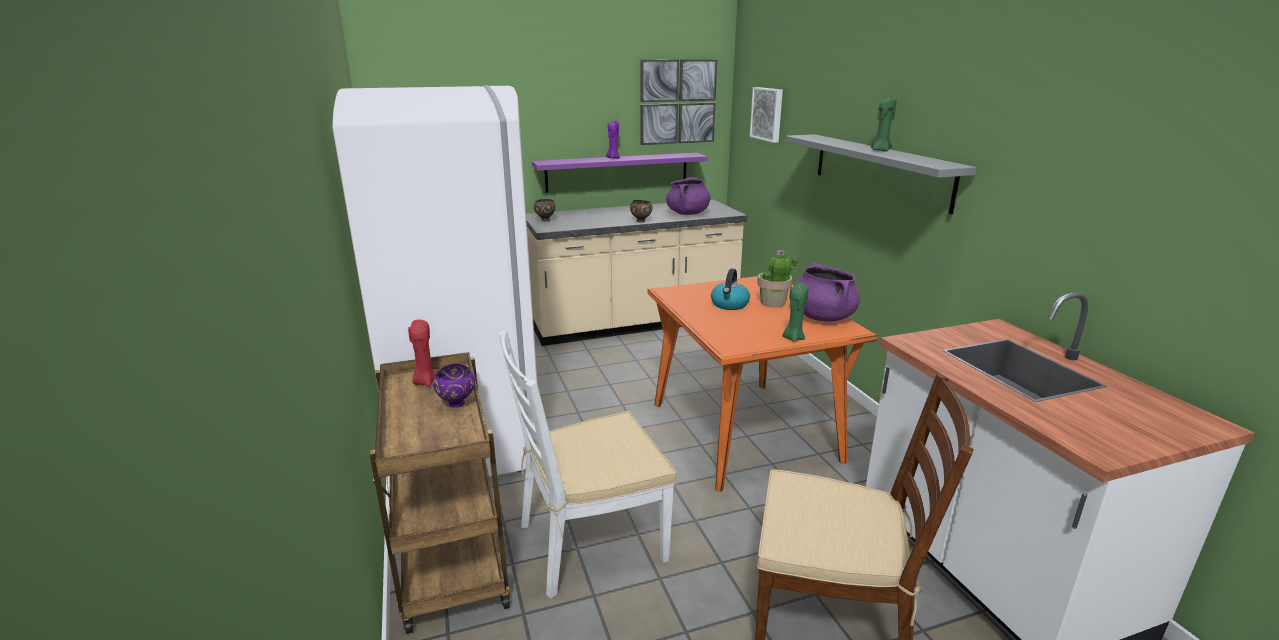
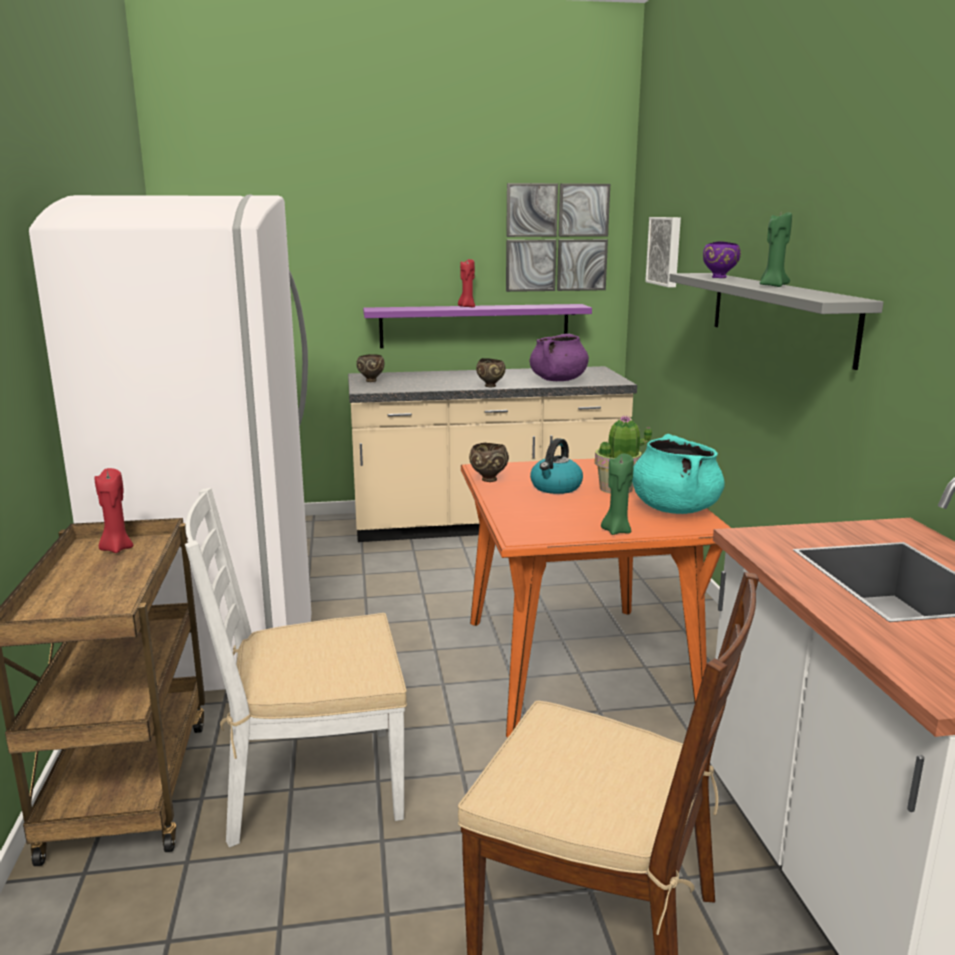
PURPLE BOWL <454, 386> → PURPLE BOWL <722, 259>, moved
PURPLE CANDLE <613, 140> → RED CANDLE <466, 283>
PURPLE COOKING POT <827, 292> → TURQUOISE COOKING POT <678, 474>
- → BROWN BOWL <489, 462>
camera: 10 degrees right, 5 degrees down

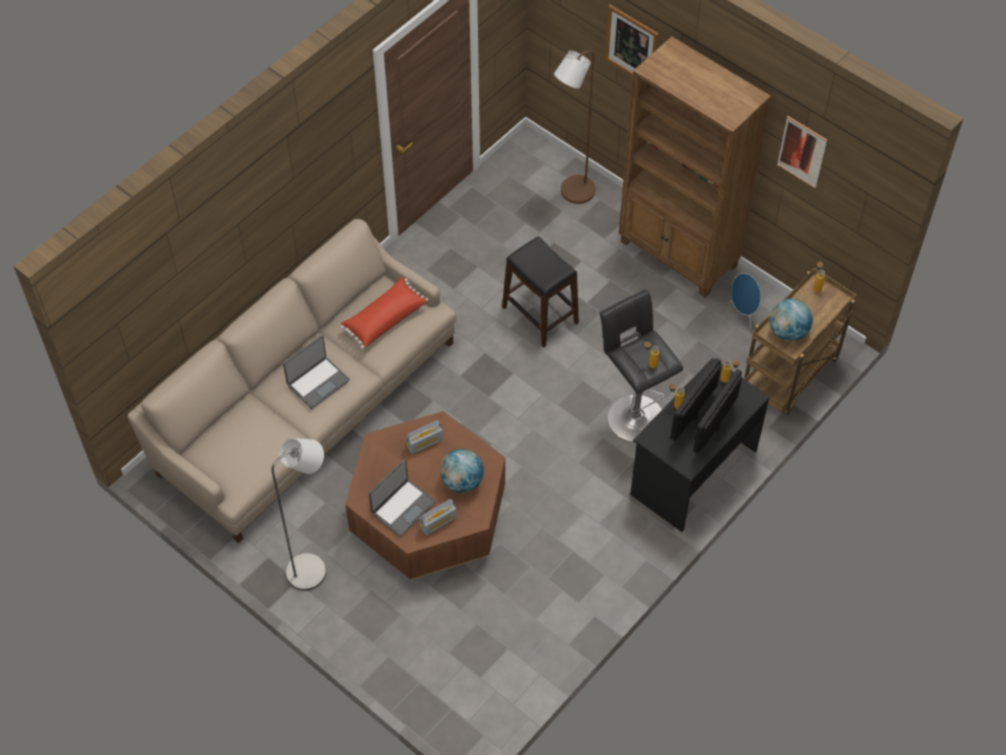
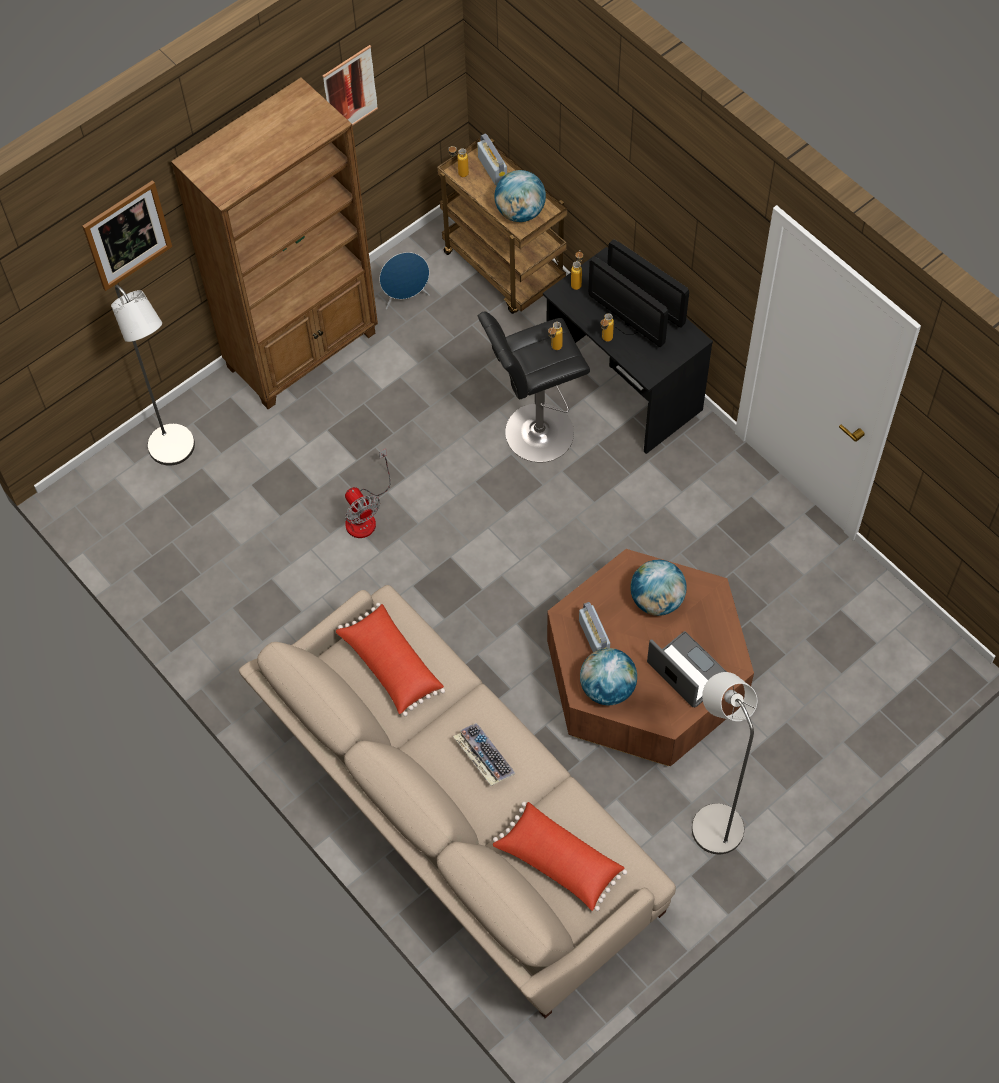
LAPTOP <316, 372> → KEYBOARD <484, 754>
RADIO <437, 517> → RADIO <492, 159>, moved
BLACK STOOL <540, 291> → FAN <368, 493>
BROWN FLOOR LAMP <575, 127> → GREY FLOOR LAMP <153, 375>
- → RED PILLOW <560, 856>
- → GLOBE <608, 676>
camera: 80 degrees left, 5 degrees up

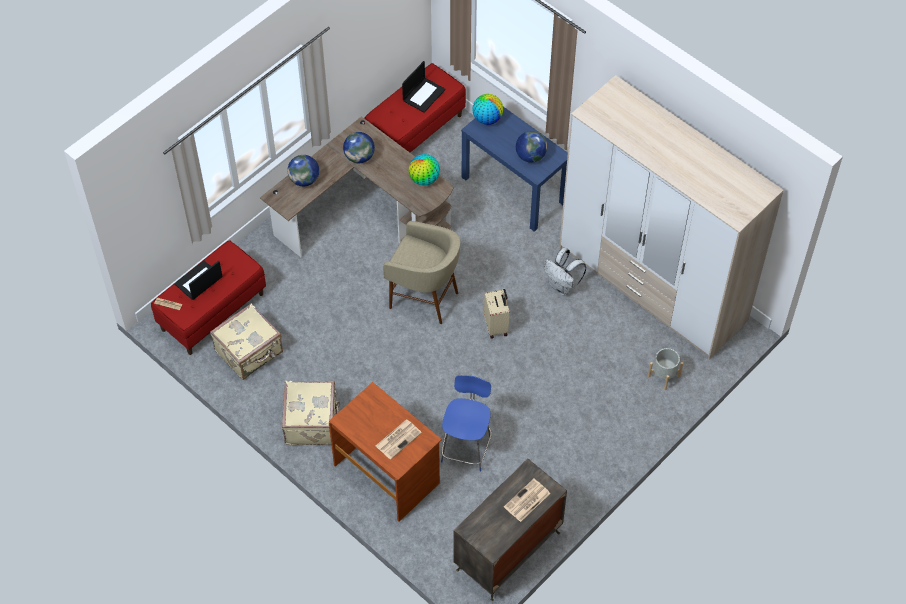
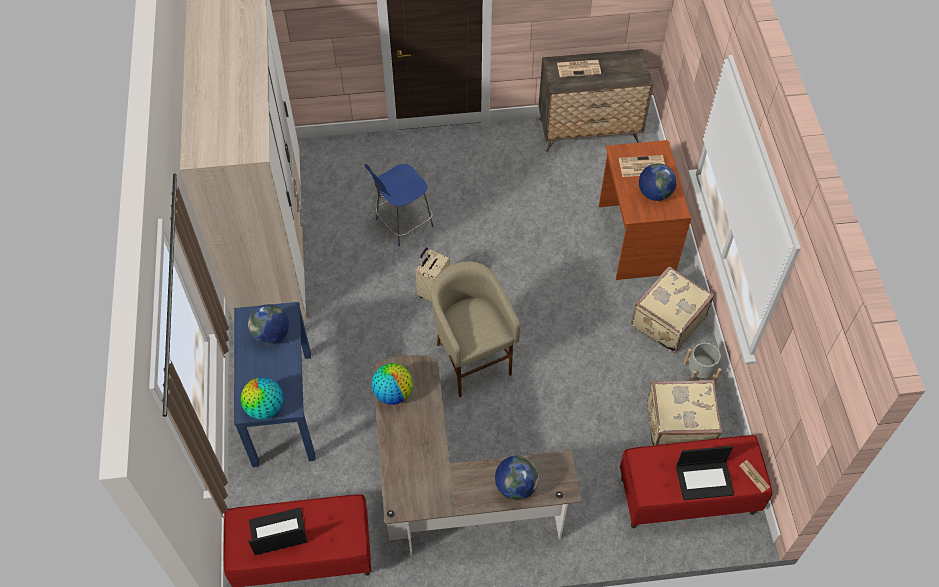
GLOBE <359, 147> → GLOBE <658, 182>, moved
BLUE STOOL <466, 423> → BLUE STOOL <399, 205>, moved
WHITE BACKPACK <565, 272> → -
GREY PLANTER <665, 369> → GREY PLANTER <702, 363>, moved
camera: 140 degrees left, 0 degrees up

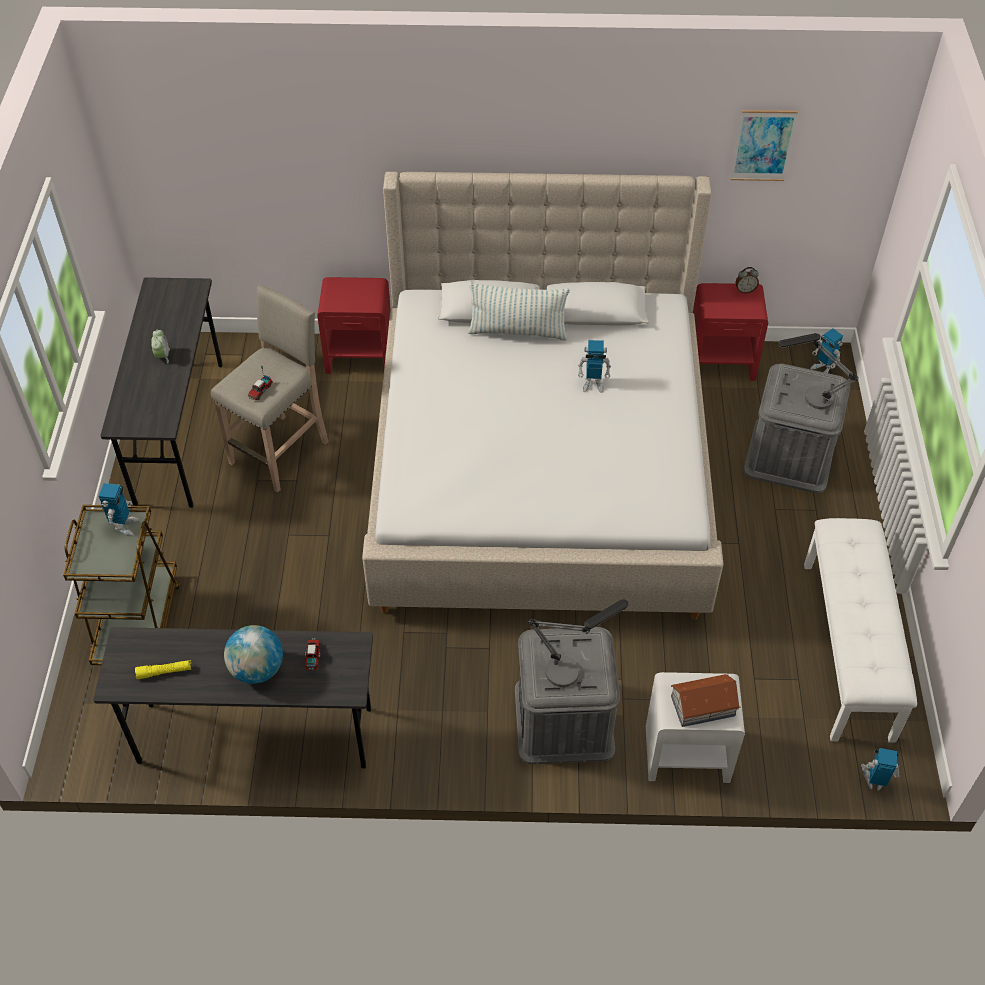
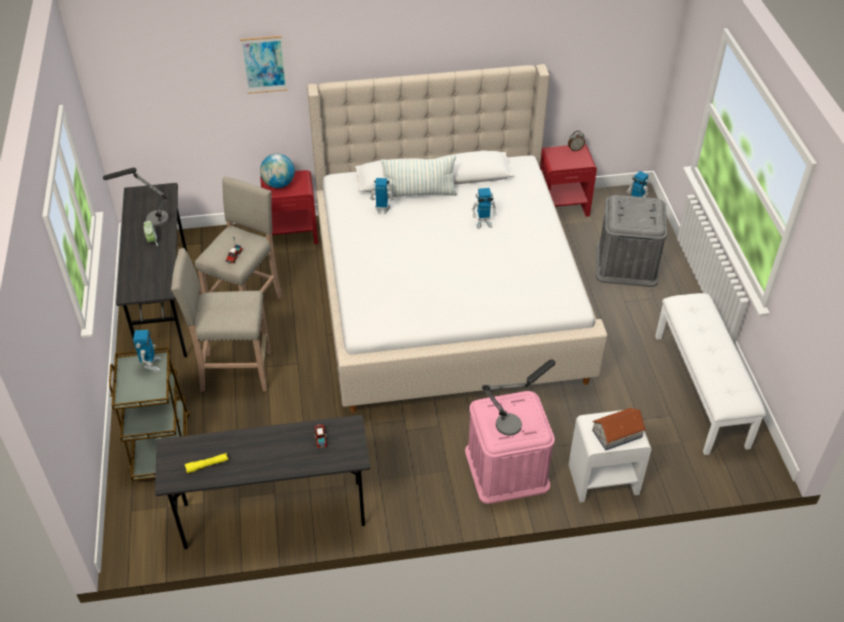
GLOBE <253, 654> → GLOBE <277, 171>, moved
GREY STORAGE BOX <567, 695> → PINK STORAGE BOX <510, 447>
PICTURE <764, 145> → PICTURE <264, 65>, moved
TABLE LAMP <818, 371> → TABLE LAMP <136, 197>, moved
TOY ROBOT <880, 769> → TOY ROBOT <382, 196>, moved
- → BEIGE STOOL <221, 320>
camera: 10 degrees left, 5 degrees down

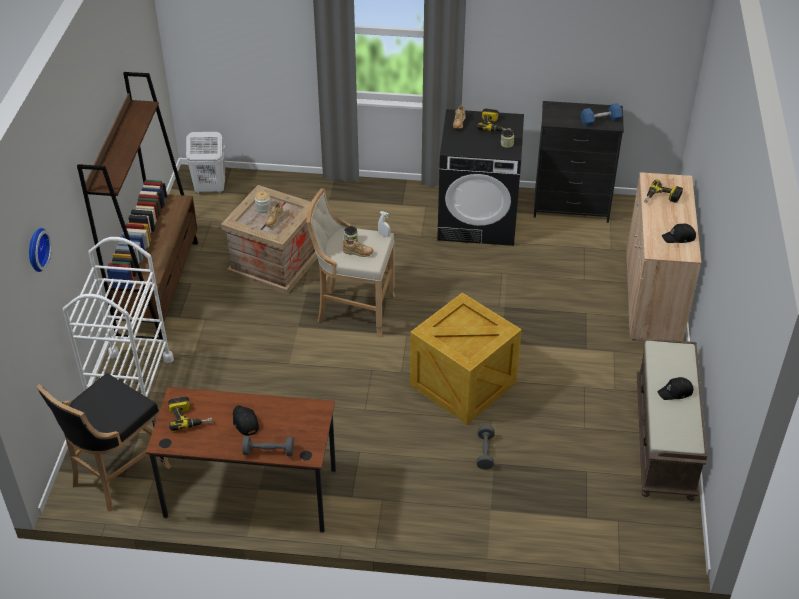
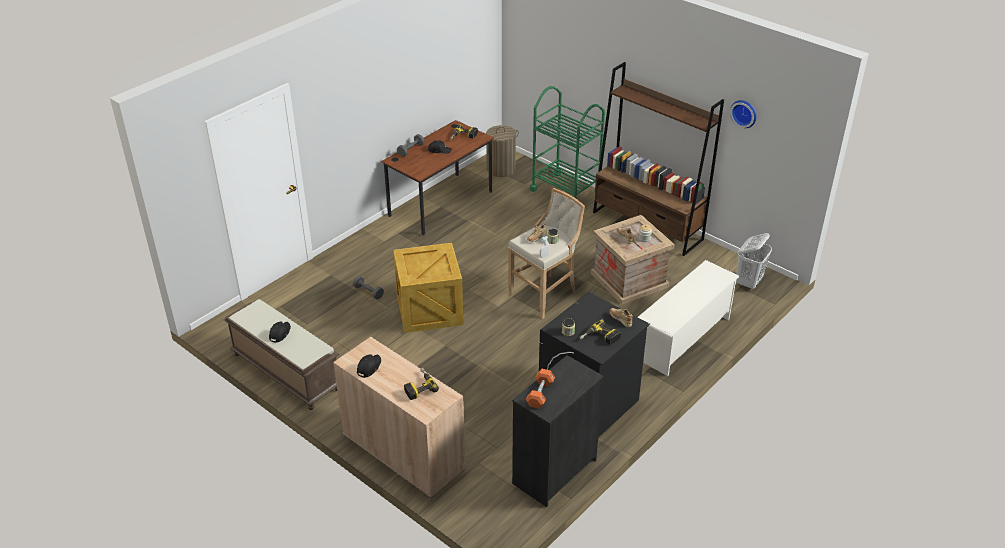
WALL CLOCK <40, 250> → WALL CLOCK <743, 114>, moved
BLACK STOOL <103, 442> → LAUNDRY BASKET <502, 151>
WHITE CART <118, 317> → GREEN CART <567, 142>
BLUE DUMBBELL <601, 114> → ORANGE DUMBBELL <540, 389>
- → WHITE SHOE RACK <689, 318>
camera: 125 degrees right, 5 degrees down

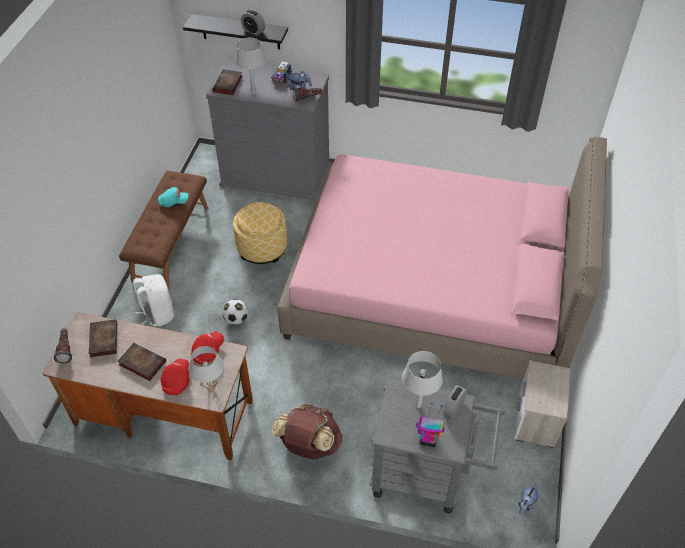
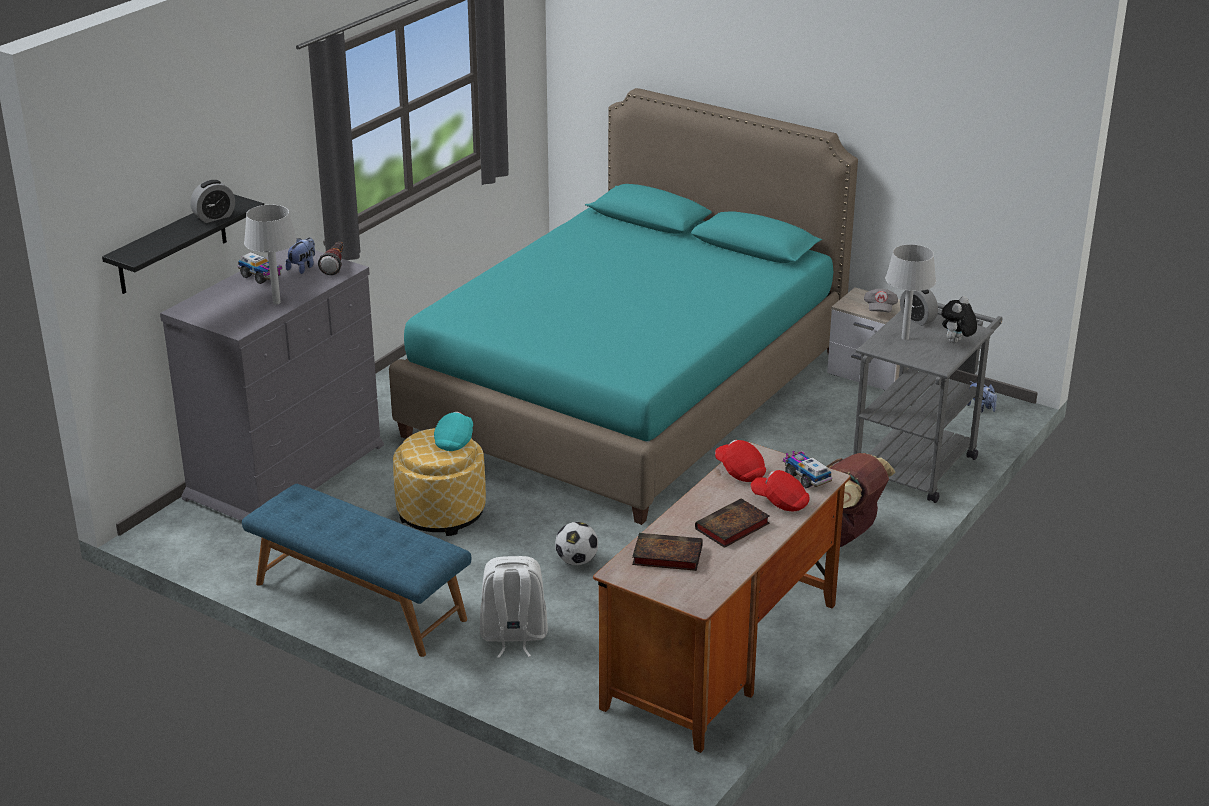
FLASHLIGHT <63, 345> → -
BROWN BENCH <163, 230> → BLUE BENCH <356, 570>
TURQUOISE CAP <173, 197> → TURQUOISE CAP <453, 431>, moved
WHITE TABLE LAMP <206, 369> → TOY TRUCK <807, 469>
BOOK <227, 82> → -
PINK BED <442, 258> → TURQUOISE BED <623, 306>
TOY ROBOT <430, 425> → PLUSH TOY <959, 319>
- → GREY CAP <881, 301>
camera: 70 degrees left, 20 degrees down

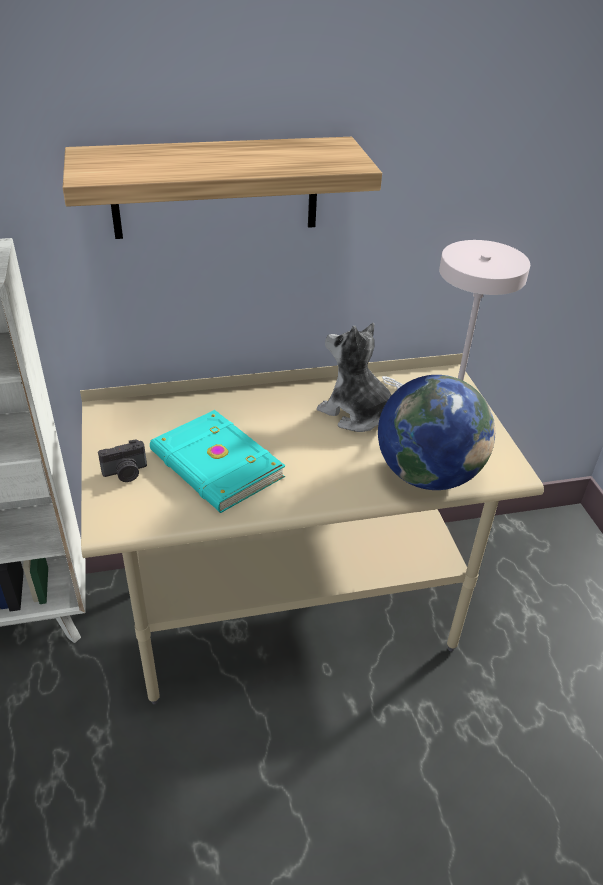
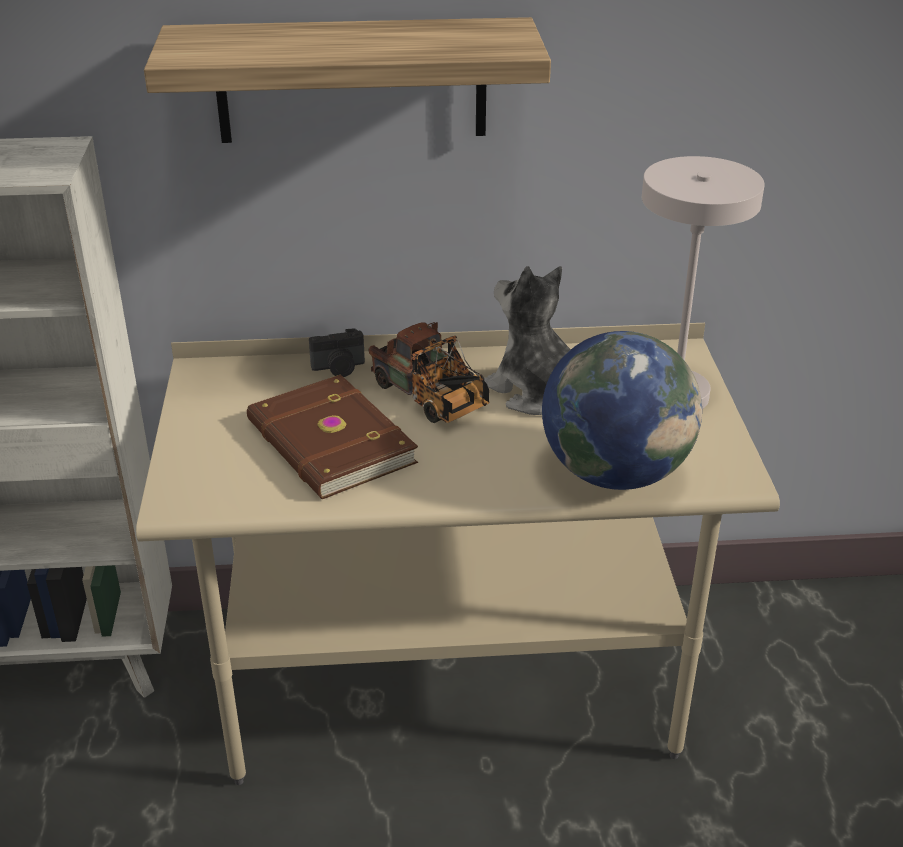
PHOTO CAMERA <122, 460> → PHOTO CAMERA <337, 352>, moved
TURQUOISE BOOK <218, 461> → BROWN BOOK <332, 436>
- → TOY TRUCK <429, 372>
camera: 10 degrees right, 5 degrees down

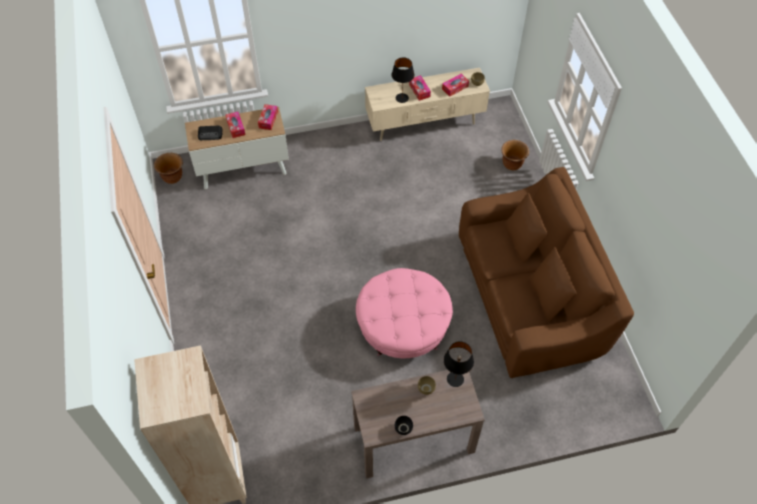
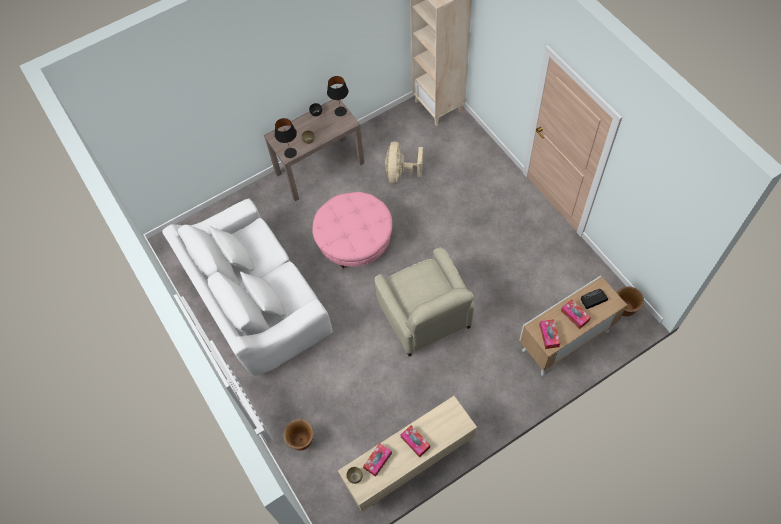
BLACK TABLE LAMP <402, 80> → BLACK TABLE LAMP <337, 96>, moved
BROWN SOFA <546, 272> → WHITE SOFA <247, 287>
- → BEIGE ARMCHAIR <424, 302>
- → BEIGE FAN <404, 162>
camera: 165 degrees right, 5 degrees up

